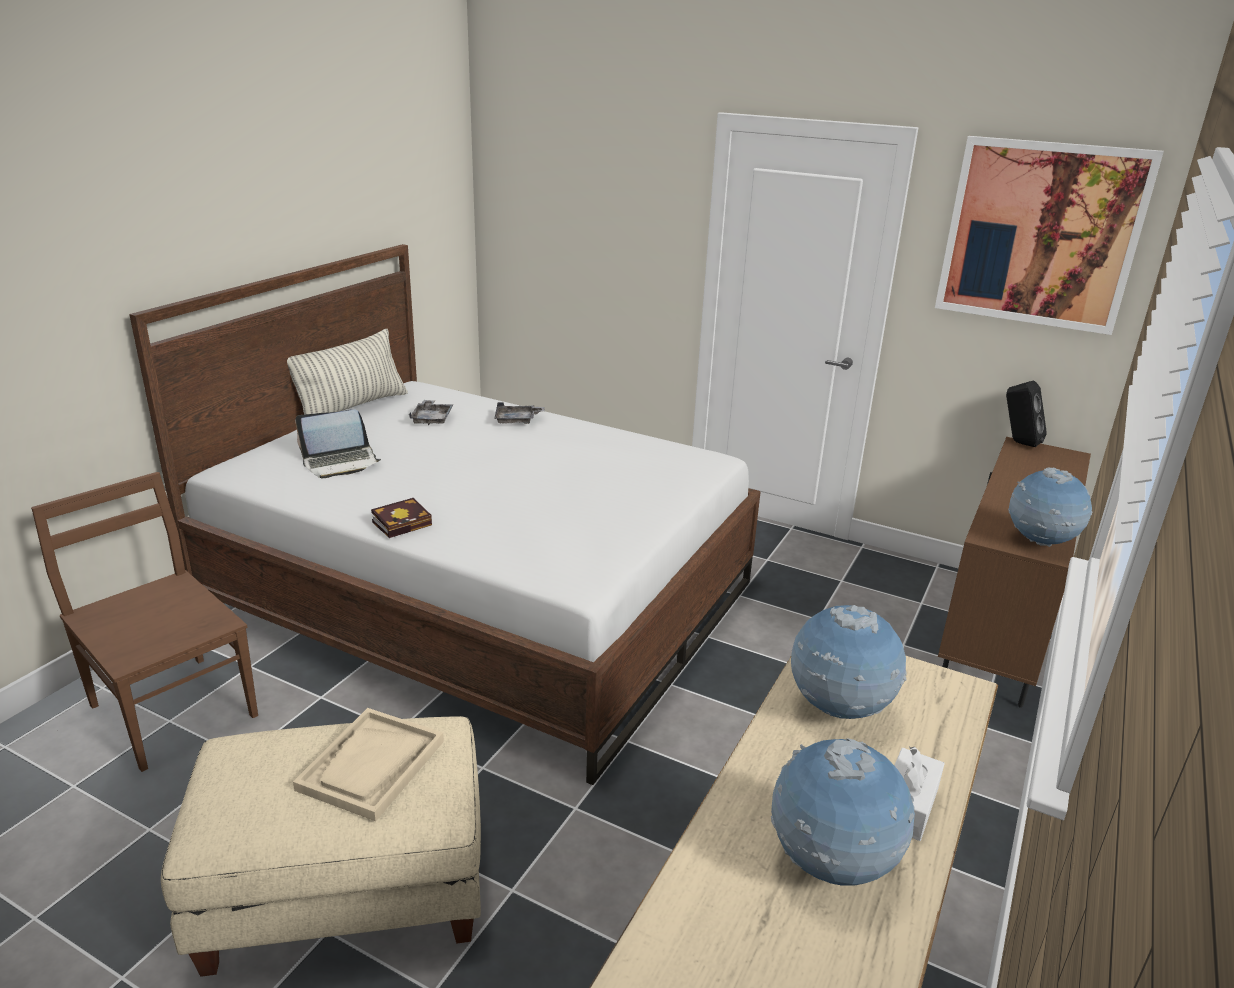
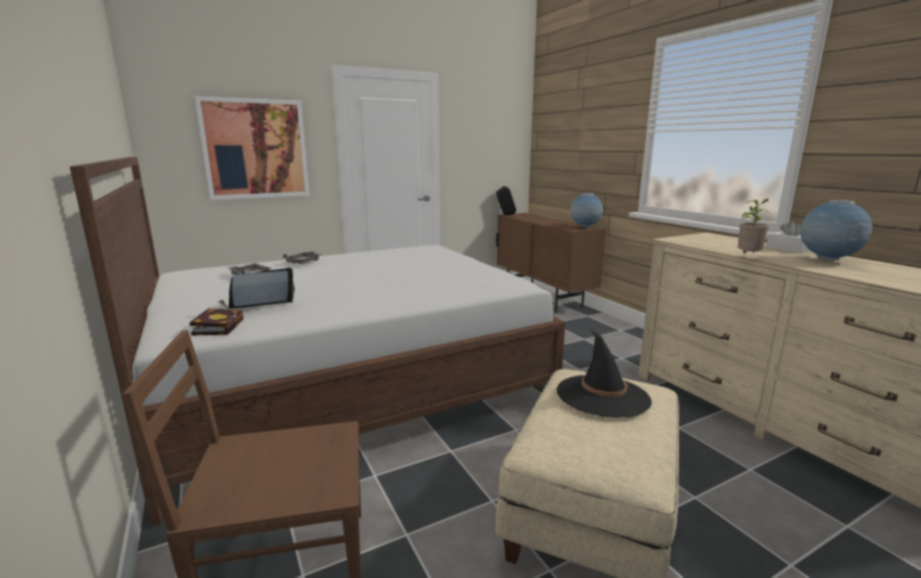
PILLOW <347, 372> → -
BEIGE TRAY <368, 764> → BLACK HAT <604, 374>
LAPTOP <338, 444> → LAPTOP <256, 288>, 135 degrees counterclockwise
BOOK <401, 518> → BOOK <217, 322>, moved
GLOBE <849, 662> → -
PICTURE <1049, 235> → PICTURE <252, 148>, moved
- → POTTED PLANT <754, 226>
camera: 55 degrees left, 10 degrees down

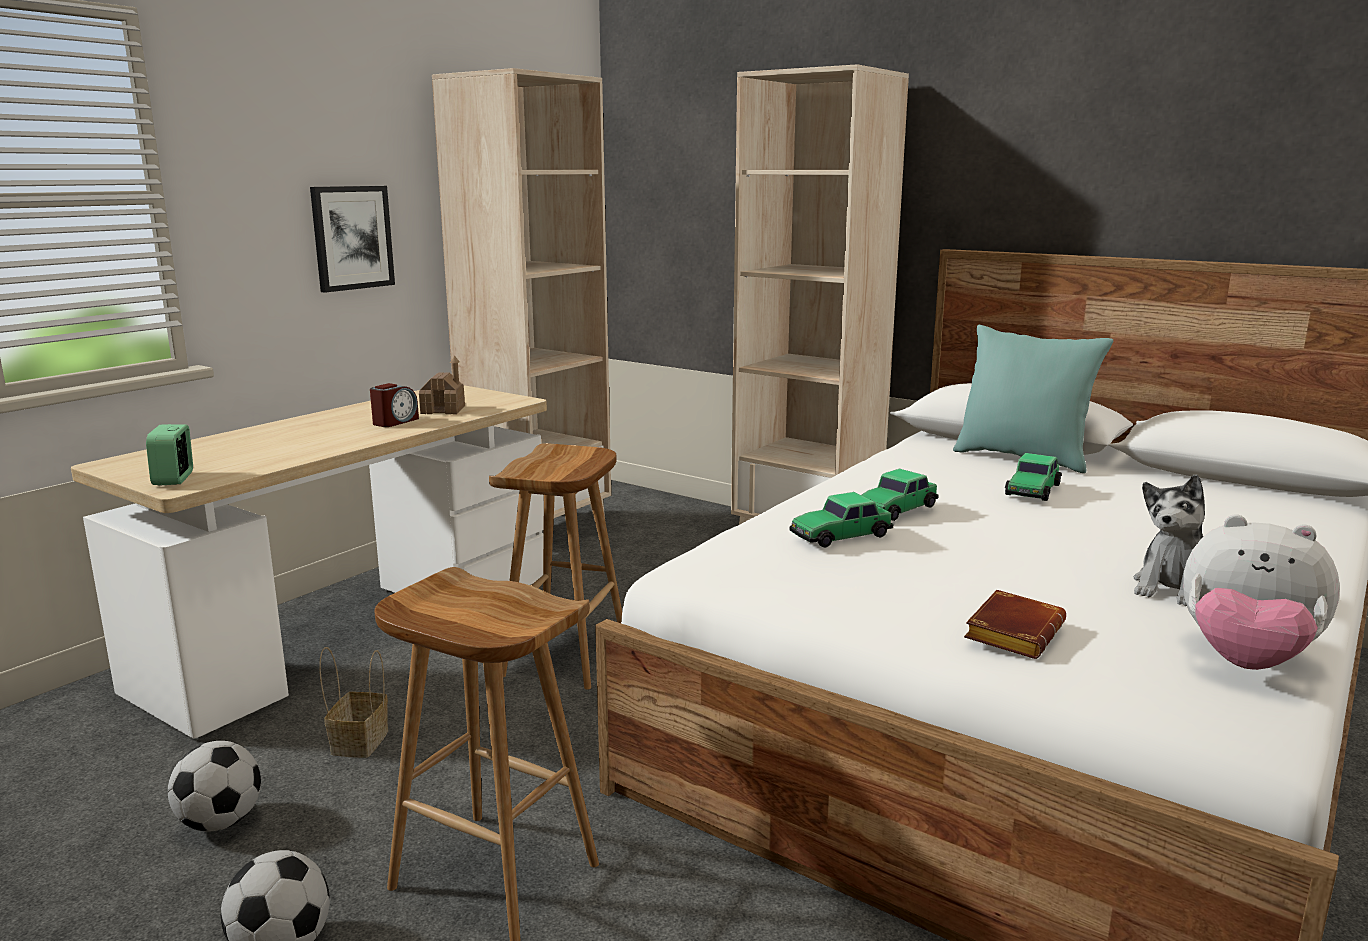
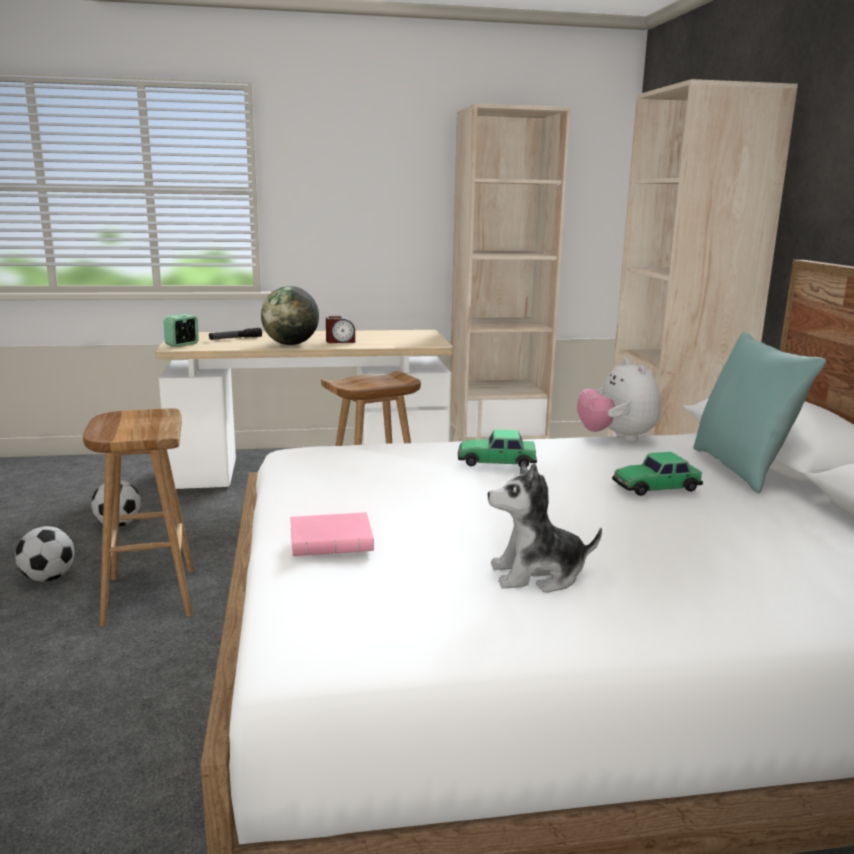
PICTURE <352, 239> → -
BASKET <353, 702> → -
TOY HOUSE <442, 385> → -
TOY CAR <841, 520> → -
BROWN BOOK <1015, 624> → PINK BOOK <332, 534>
PLUSH TOY <1261, 592> → PLUSH TOY <618, 400>, moved
- → FLASHLIGHT <235, 334>
- → GLOBE <290, 315>
camera: 45 degrees right, 0 degrees up

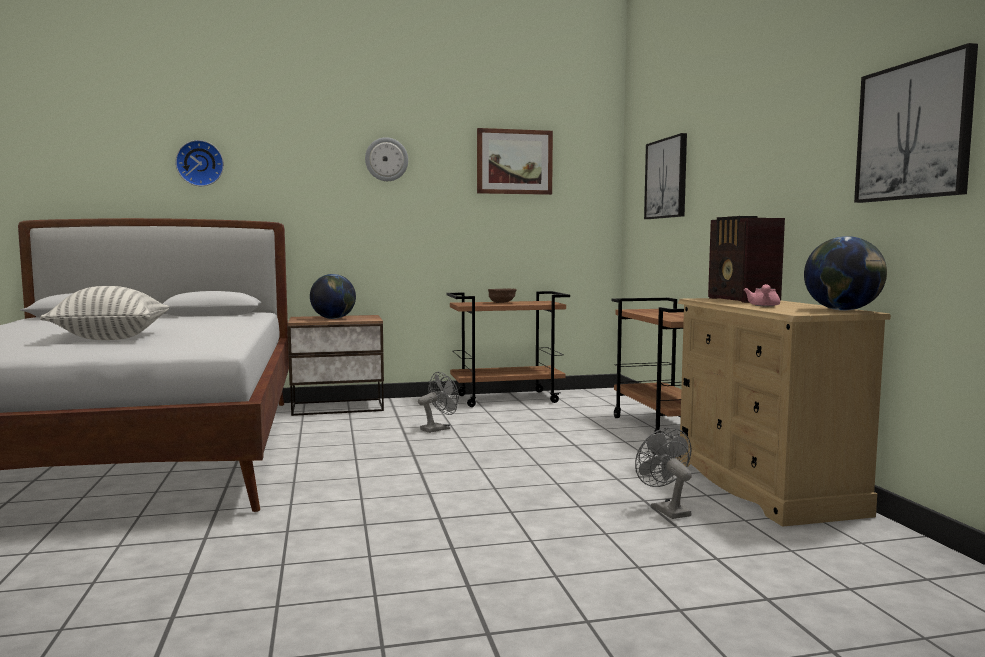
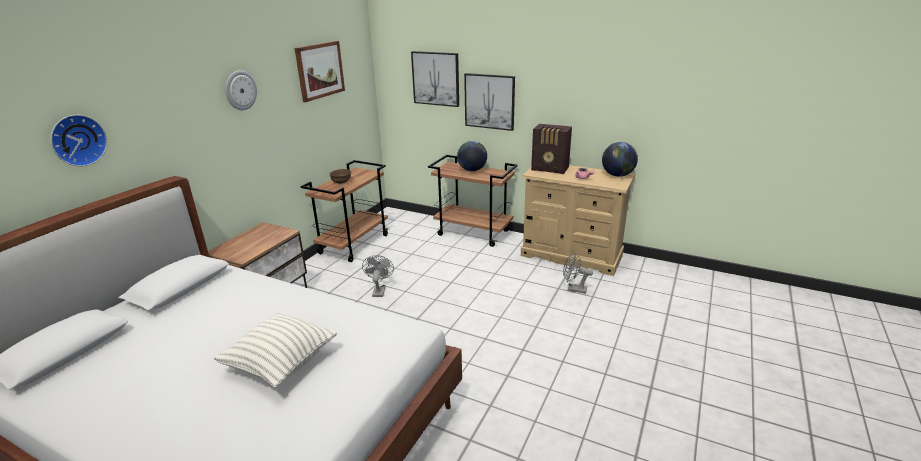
GLOBE <333, 296> → GLOBE <472, 156>, moved
PICTURE <916, 123> → PICTURE <489, 102>, moved
camera: 50 degrees left, 20 degrees up

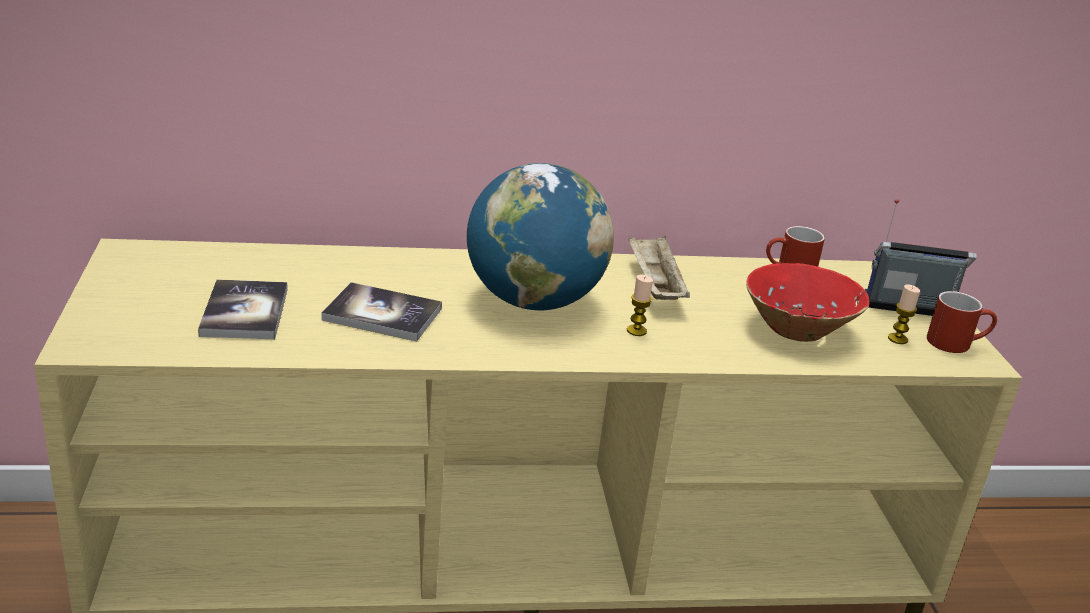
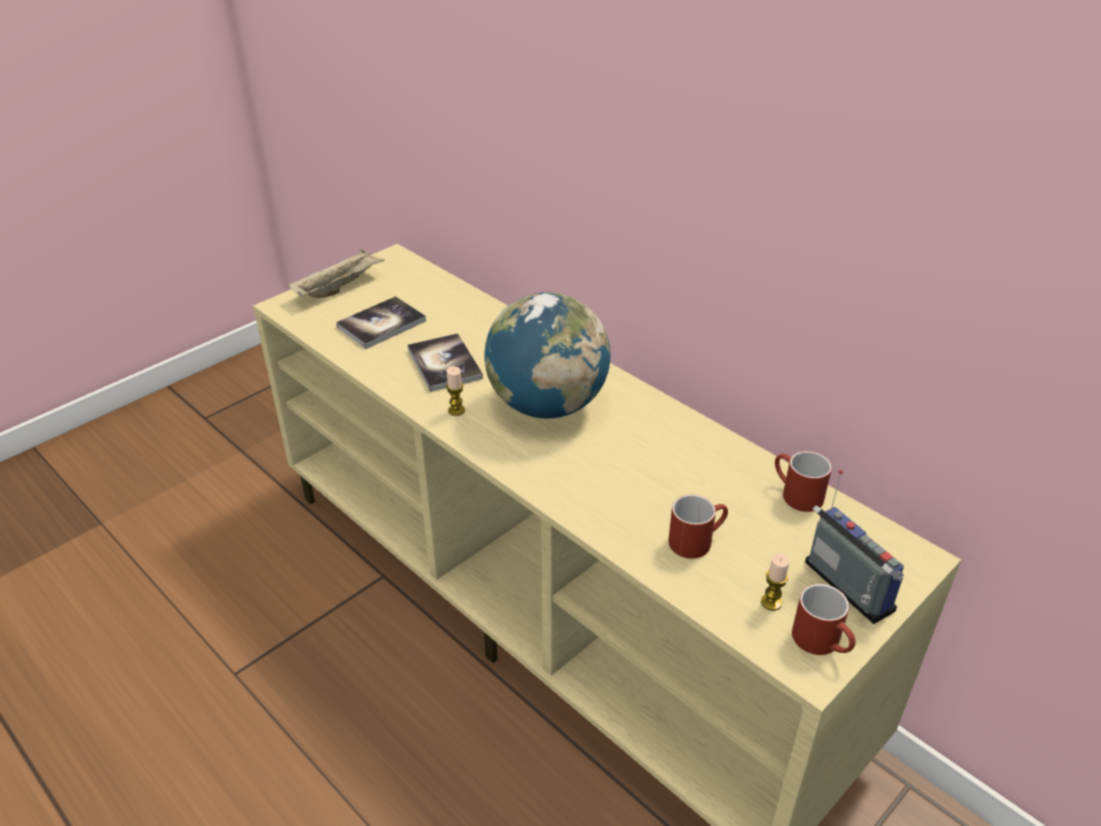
CANDLE <640, 305> → CANDLE <455, 391>, moved
BEIGE TRAY <659, 268> → BEIGE TRAY <336, 273>, moved
RED BOWL <807, 302> → RED MUG <698, 526>
camera: 55 degrees right, 10 degrees up

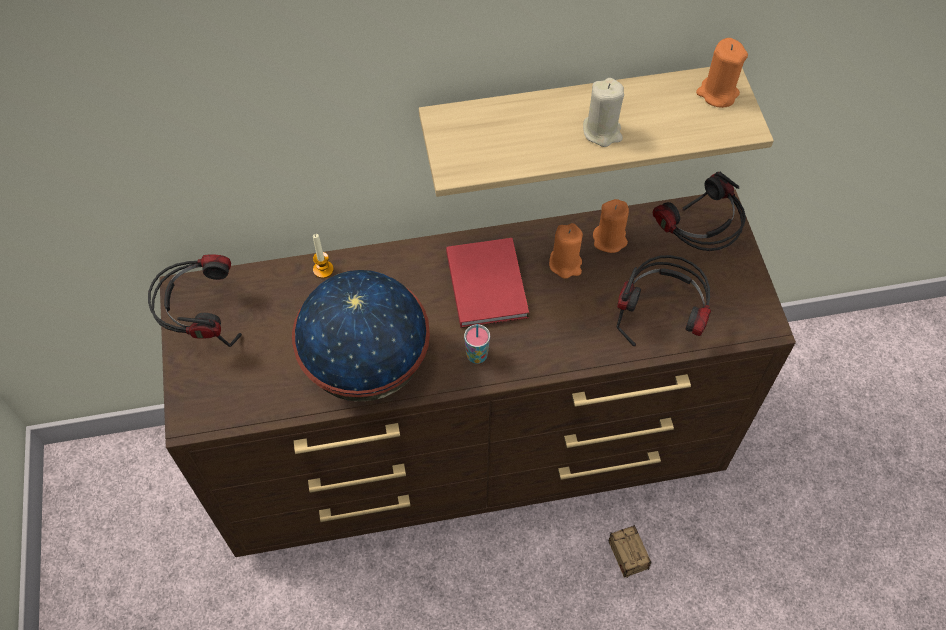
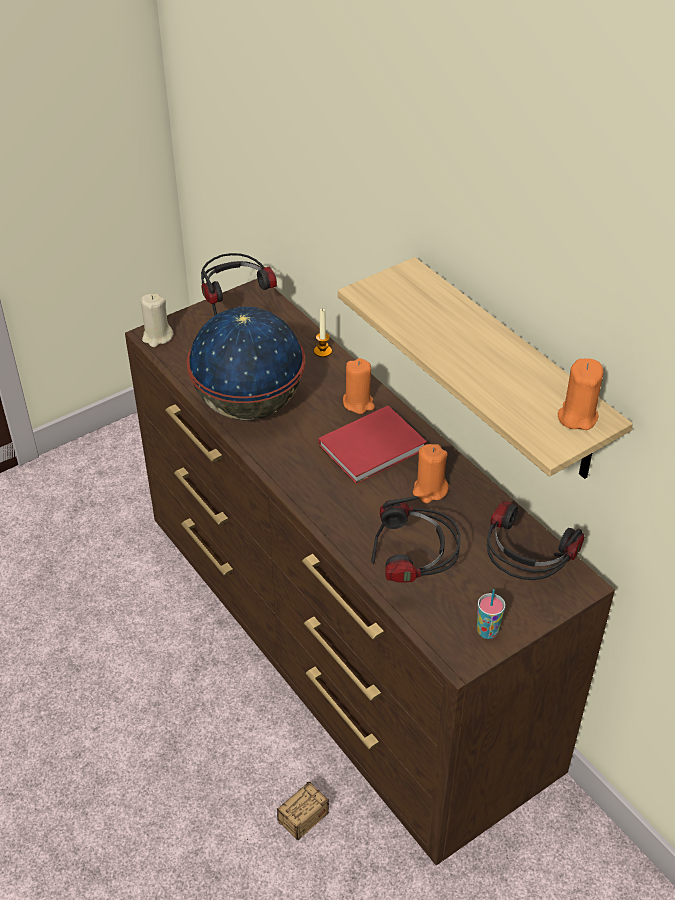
CUP <477, 344> → CUP <491, 614>, moved
BEIGE CANDLE <603, 112> → BEIGE CANDLE <157, 320>, moved
ORANGE CANDLE <611, 226> → ORANGE CANDLE <359, 386>, moved
camera: 65 degrees right, 15 degrees down

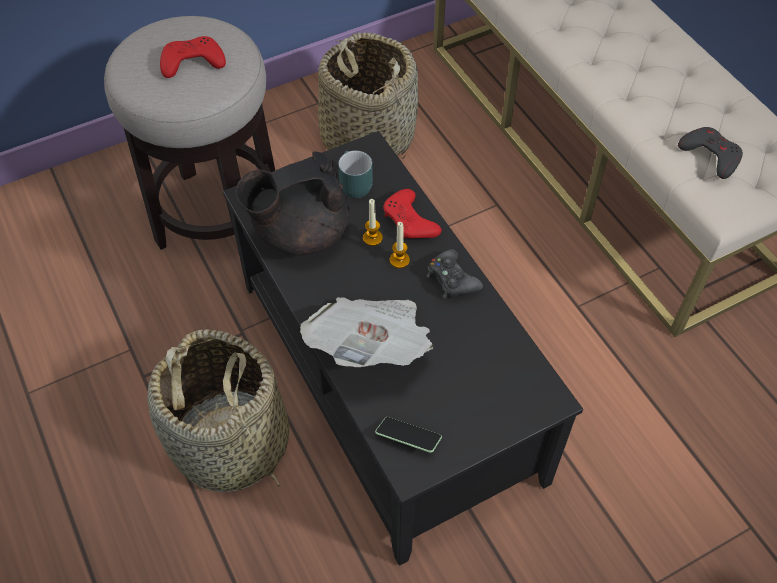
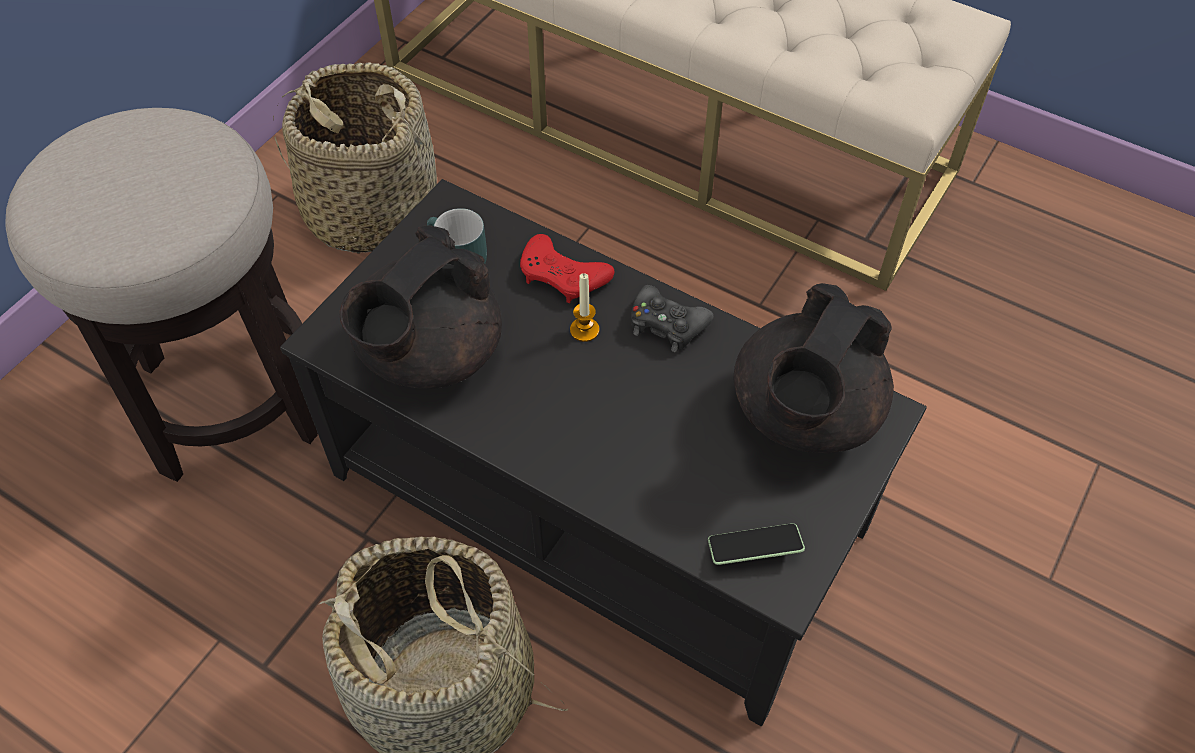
RED GAME CONTROLLER <193, 57> → -
NEWSPAPER <367, 332> → -
CANDLE <373, 222> → -
GREY GAME CONTROLLER <710, 153> → -
- → BLACK TEAPOT <814, 368>
camera: 30 degrees left, 0 degrees up

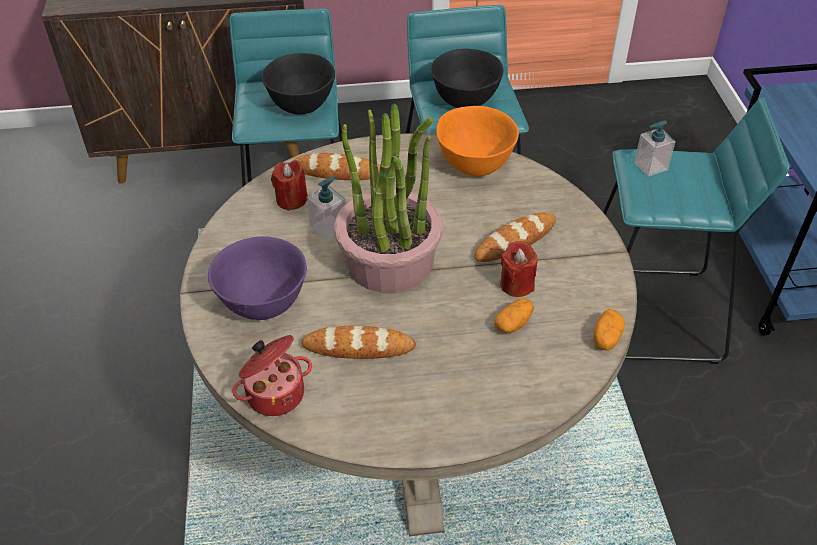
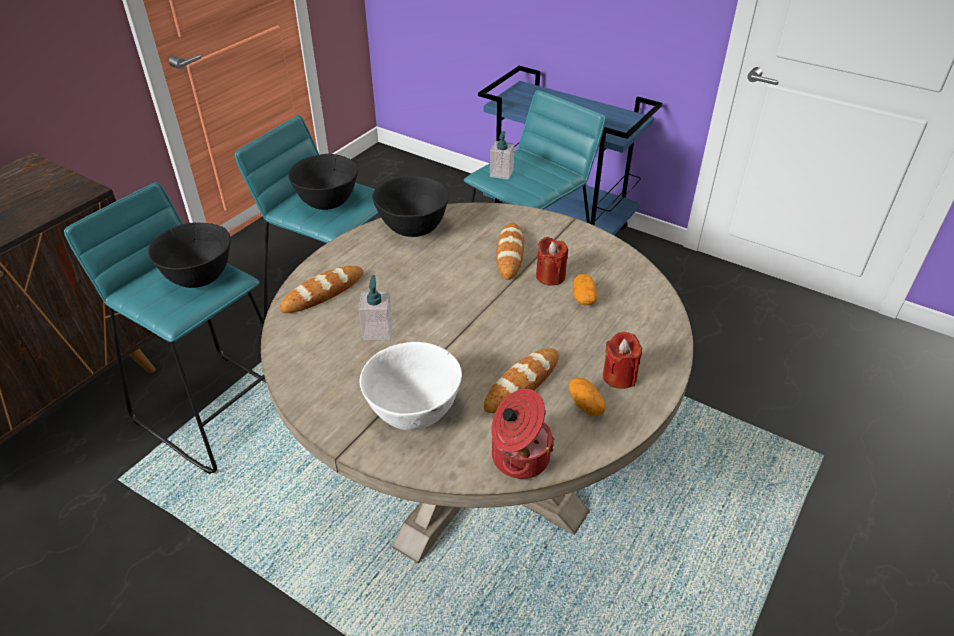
PURPLE BOWL <257, 278> → WHITE BOWL <411, 386>
RED CANDLE <289, 185> → RED CANDLE <622, 360>, moved
POTTED PLANT <388, 198> → -
ORANGE BOWL <477, 141> → BLACK BOWL <410, 206>
POTATO <609, 330> → POTATO <587, 397>, moved
camera: 50 degrees left, 5 degrees down

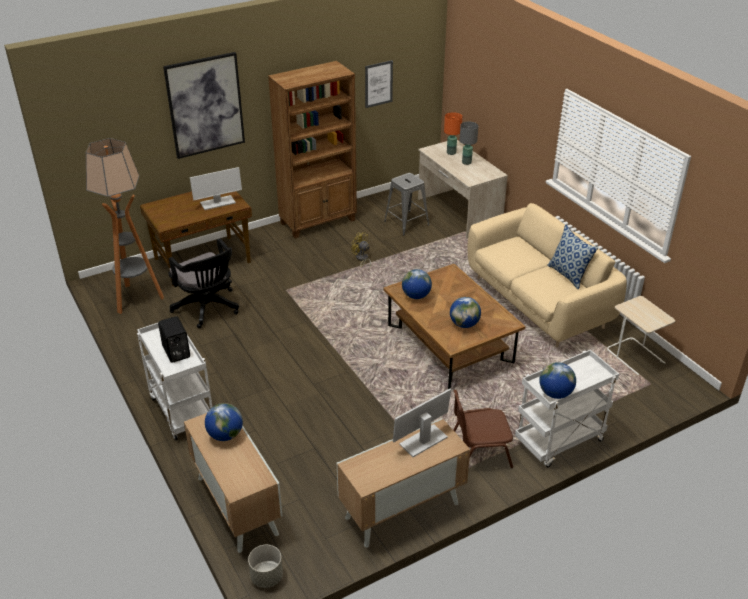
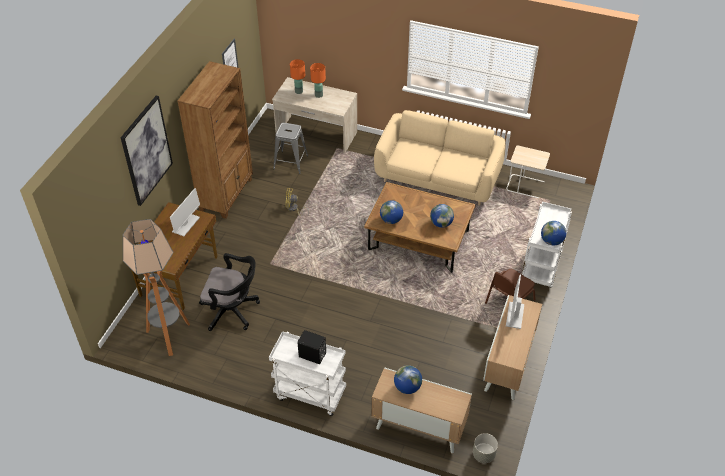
GREY TABLE LAMP <469, 143> → ORANGE TABLE LAMP <318, 80>
PILLOW <572, 257> → -
camera: 40 degrees left, 10 degrees up

